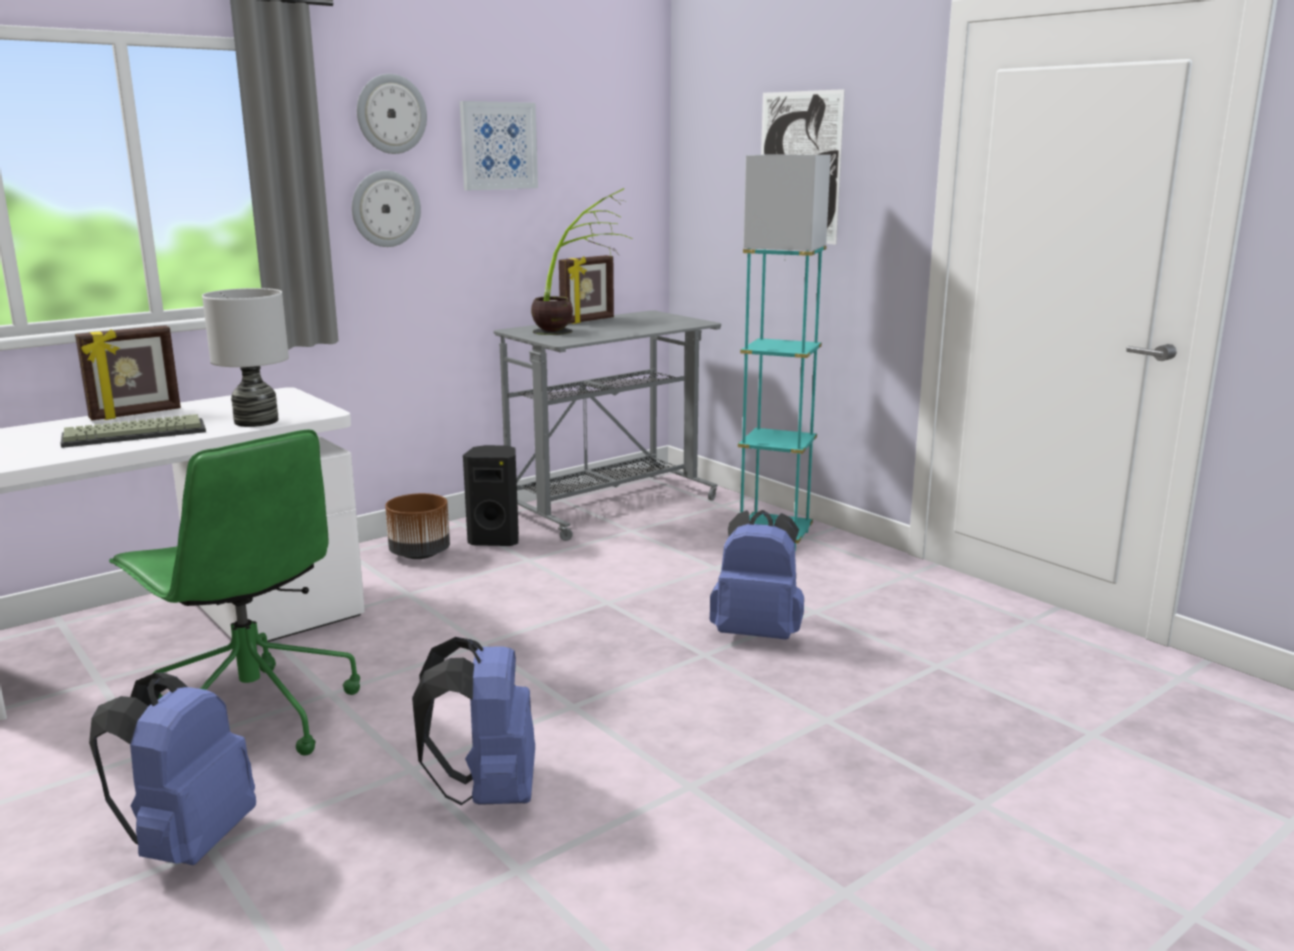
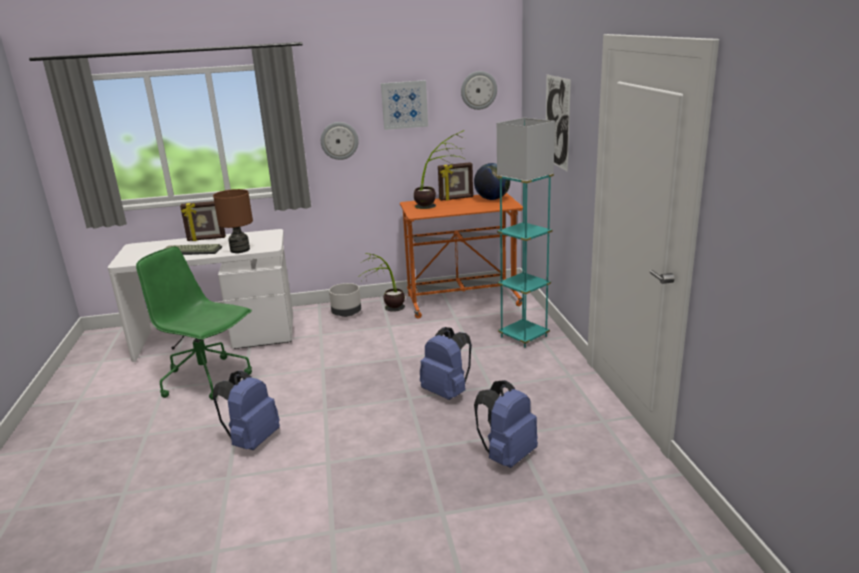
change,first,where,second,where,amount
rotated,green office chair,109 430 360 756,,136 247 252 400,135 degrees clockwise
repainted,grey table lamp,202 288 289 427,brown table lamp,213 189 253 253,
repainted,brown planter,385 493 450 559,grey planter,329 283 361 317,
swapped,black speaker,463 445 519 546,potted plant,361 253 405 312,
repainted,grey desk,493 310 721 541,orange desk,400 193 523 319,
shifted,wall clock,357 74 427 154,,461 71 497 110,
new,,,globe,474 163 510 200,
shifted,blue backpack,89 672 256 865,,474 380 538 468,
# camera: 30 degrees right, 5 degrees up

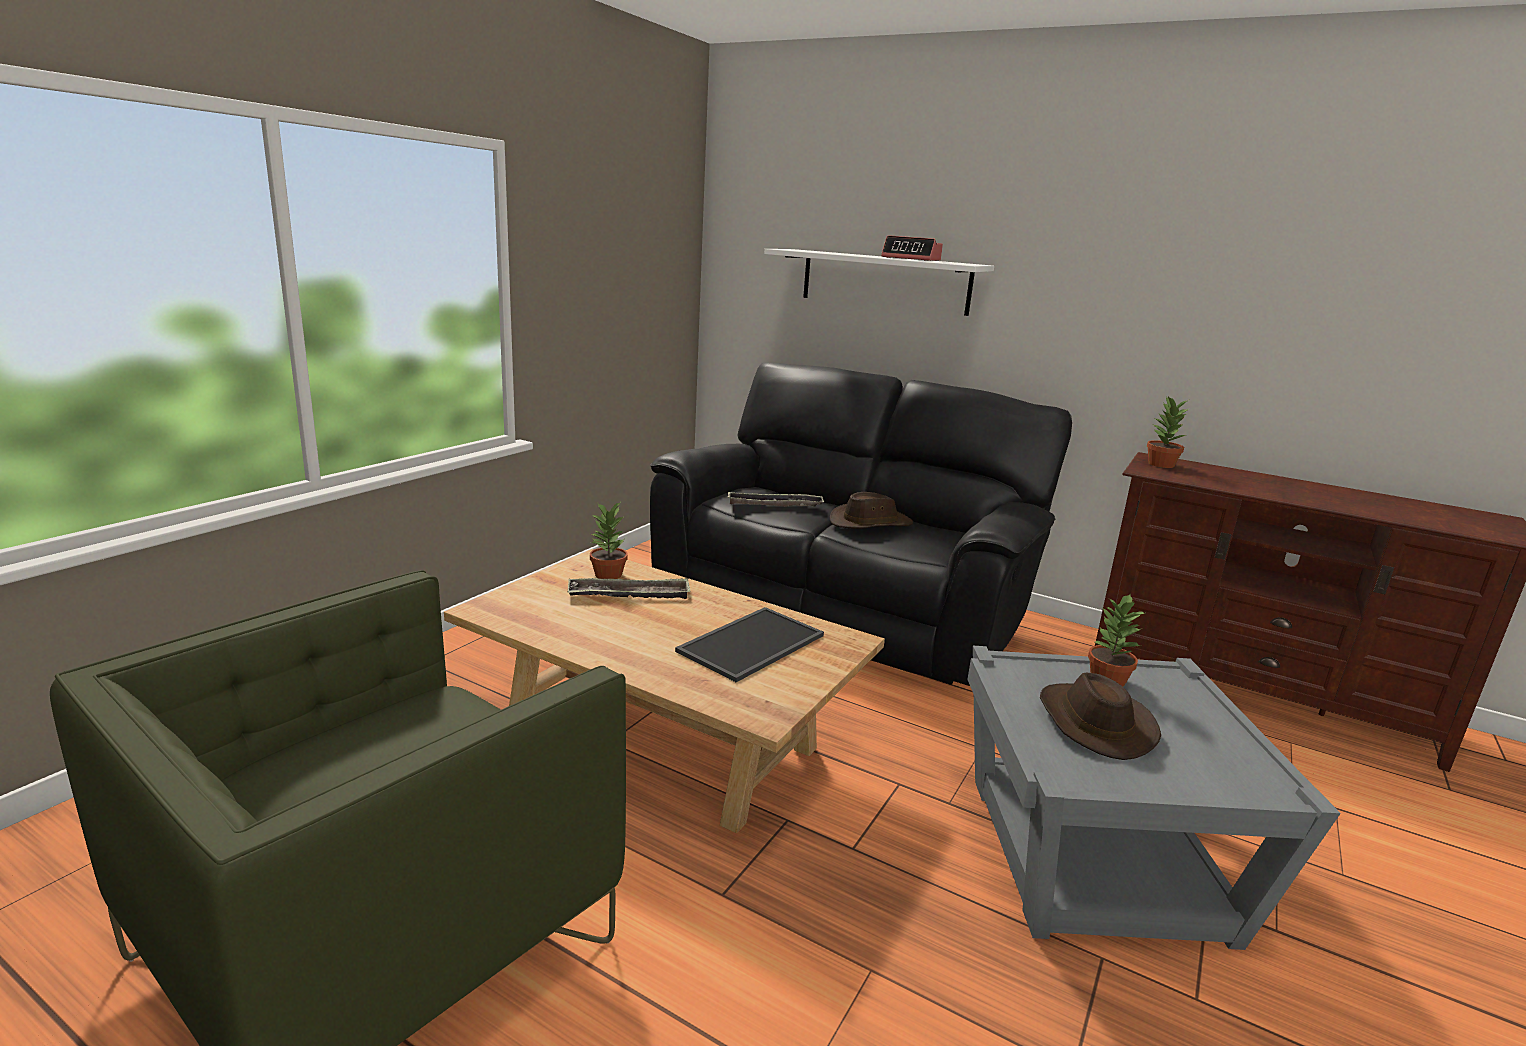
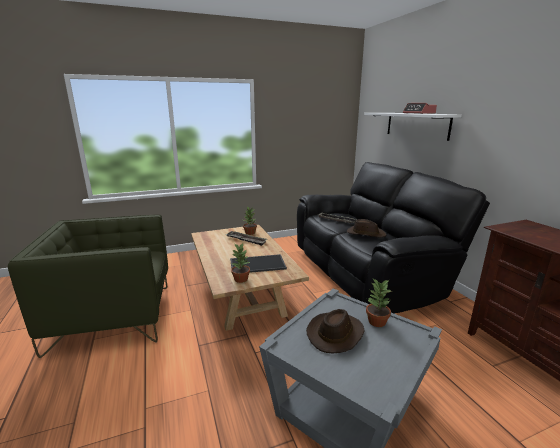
change,first,where,second,where,amount
shifted,potted plant,1147 396 1188 468,,231 243 250 283,
# camera: 40 degrees right, 0 degrees up

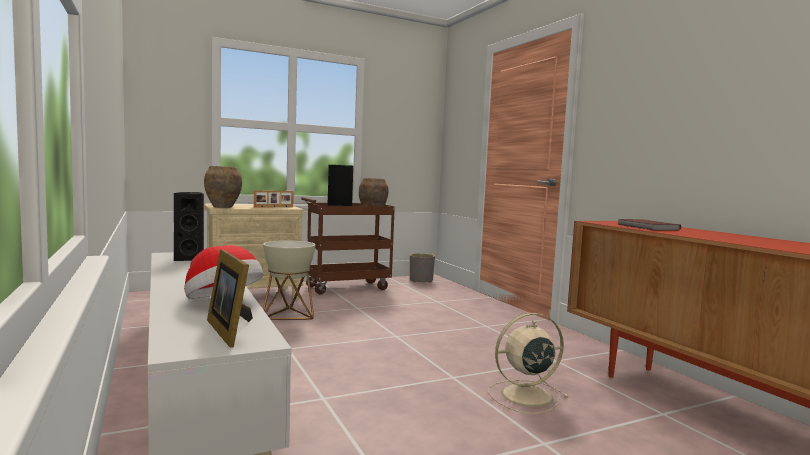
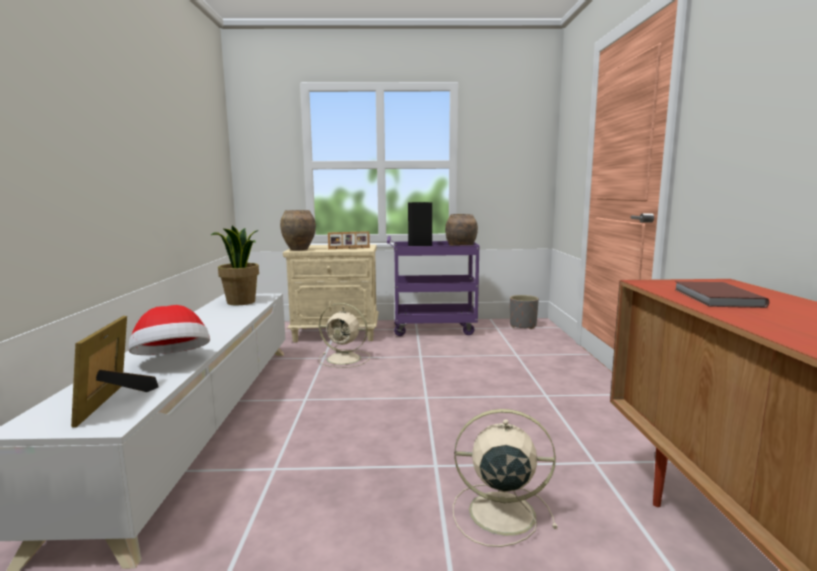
change,first,where,second,where,amount
swapped,black speaker,174 192 204 261,potted plant,211 225 259 305,
swapped,planter,263 240 315 320,beige fan,319 303 370 368,
repainted,brown cart,301 197 395 294,purple cart,387 236 480 336,
# camera: 25 degrees right, 5 degrees up

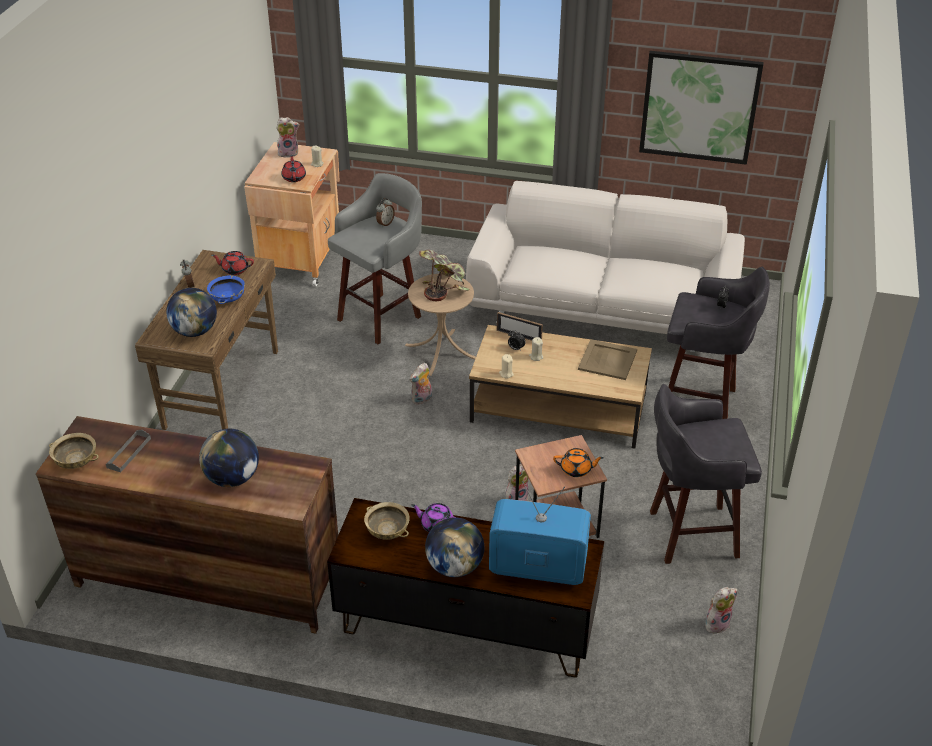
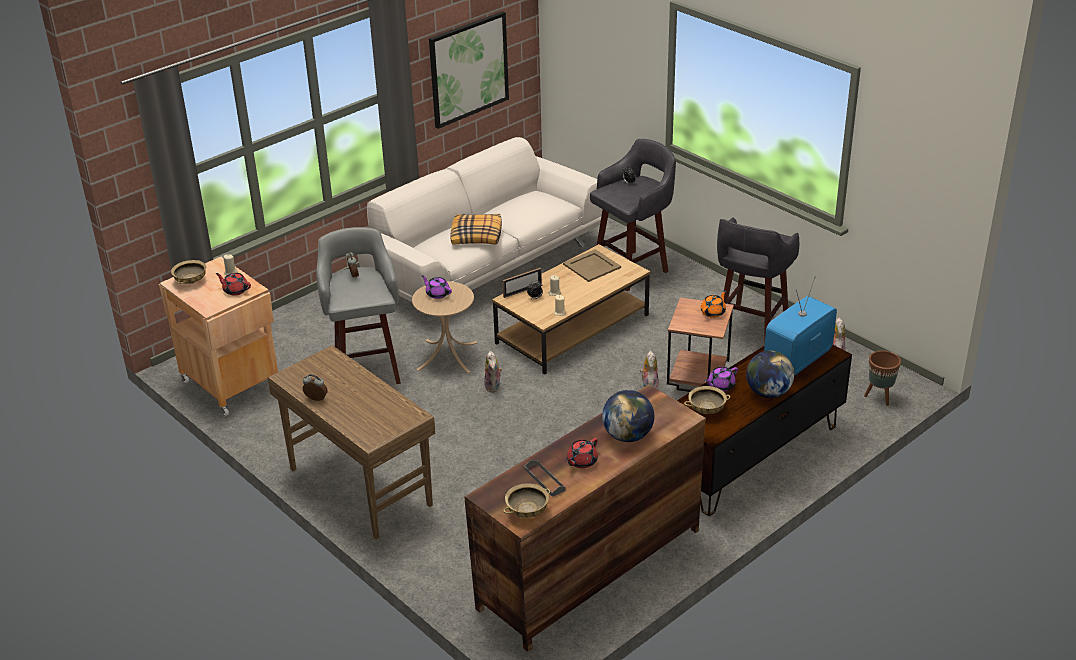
change,first,where,second,where,amount
swapped,plush toy,276 117 300 158,beige bowl,171 260 206 284,
swapped,potted plant,419 249 470 301,purple teapot,421 275 452 299,
new,,,pillow,450 214 502 245,
shifted,red teapot,212 251 254 275,,565 438 598 468,
new,,,brown planter,864 351 901 406,
gone,globe,166 288 217 337,,,
gone,blue bowl,207 275 245 304,,,
# camera: 55 degrees left, 5 degrees down

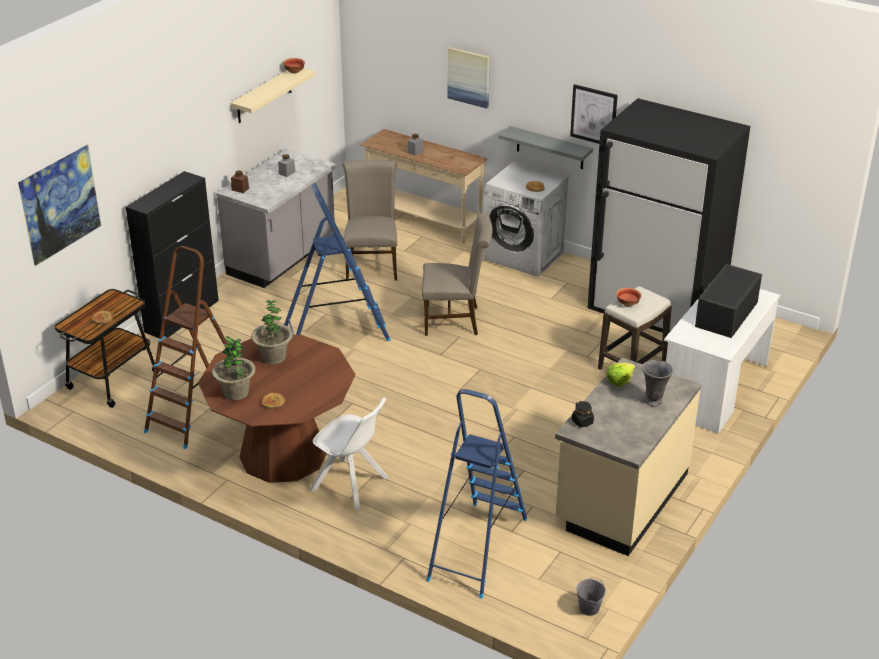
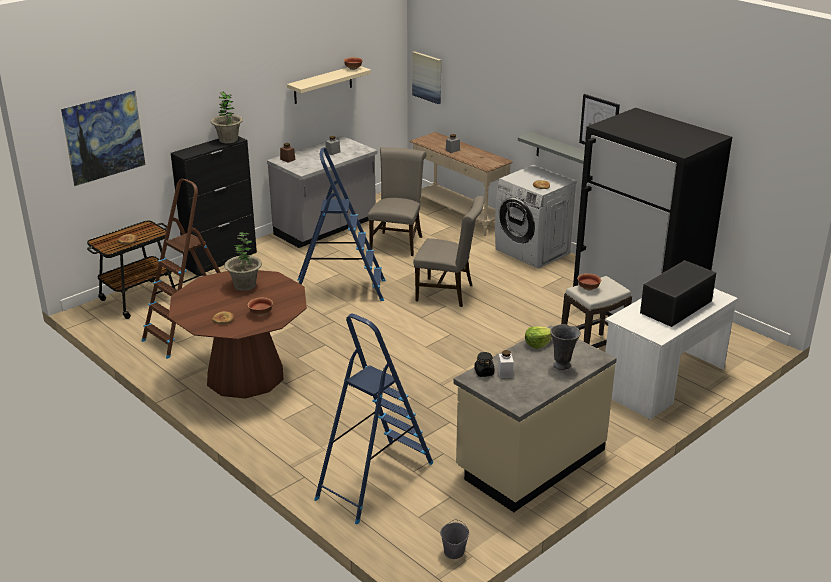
change,first,where,second,where,amount
shifted,potted plant,212 336 256 400,,211 92 243 143,
new,,,bowl,248 297 273 316,
shifted,picture,448 47 490 108,,412 51 441 104,
new,,,white jar,497 350 514 378,
gone,white chair,309 397 389 510,,,
# camera: 15 degrees right, 5 degrees down

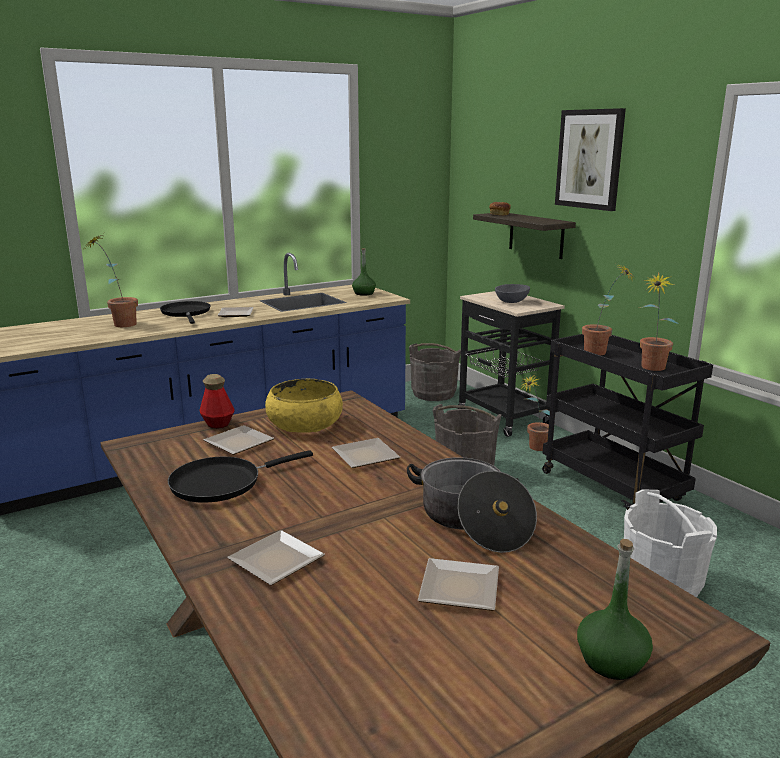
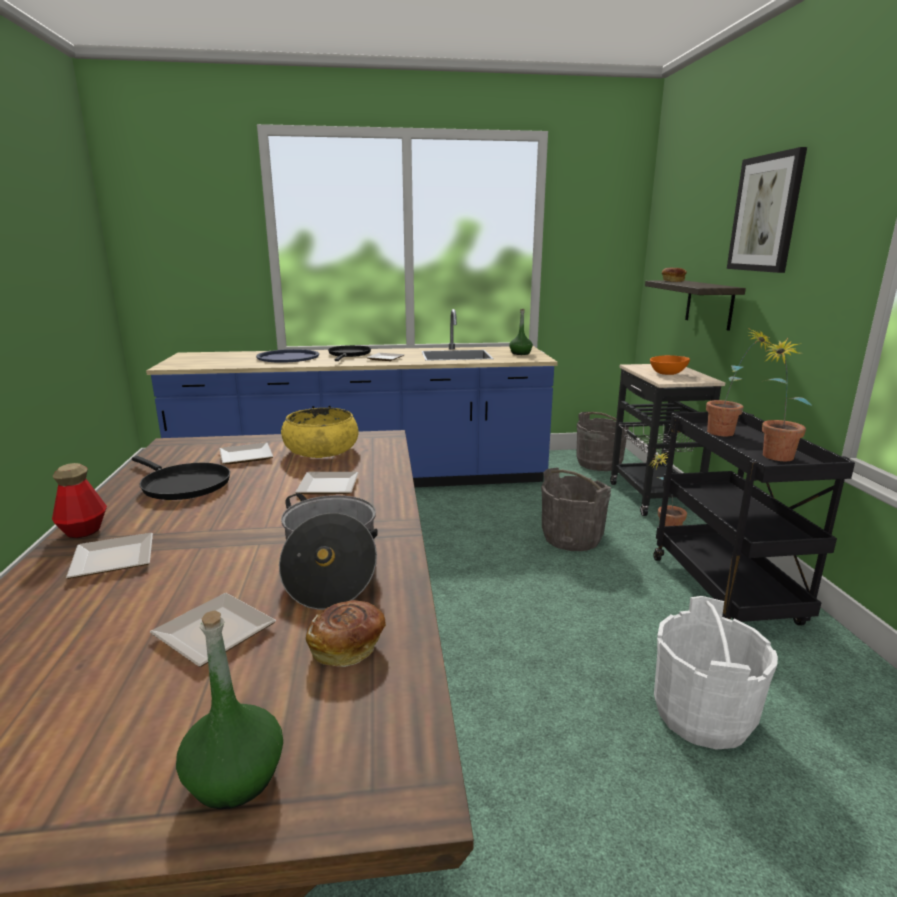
change,first,where,second,where,amount
shifted,bottle,199 374 235 429,,52 463 107 538,
rotated,black frying pan,168 450 313 503,,132 456 230 500,135 degrees counterclockwise
swapped,potted plant,86 235 138 327,blue tray,256 349 319 363,
new,,,bread,306 600 386 667,
repainted,grey bowl,495 284 530 303,orange bowl,650 355 690 375,
# camera: 25 degrees right, 0 degrees up

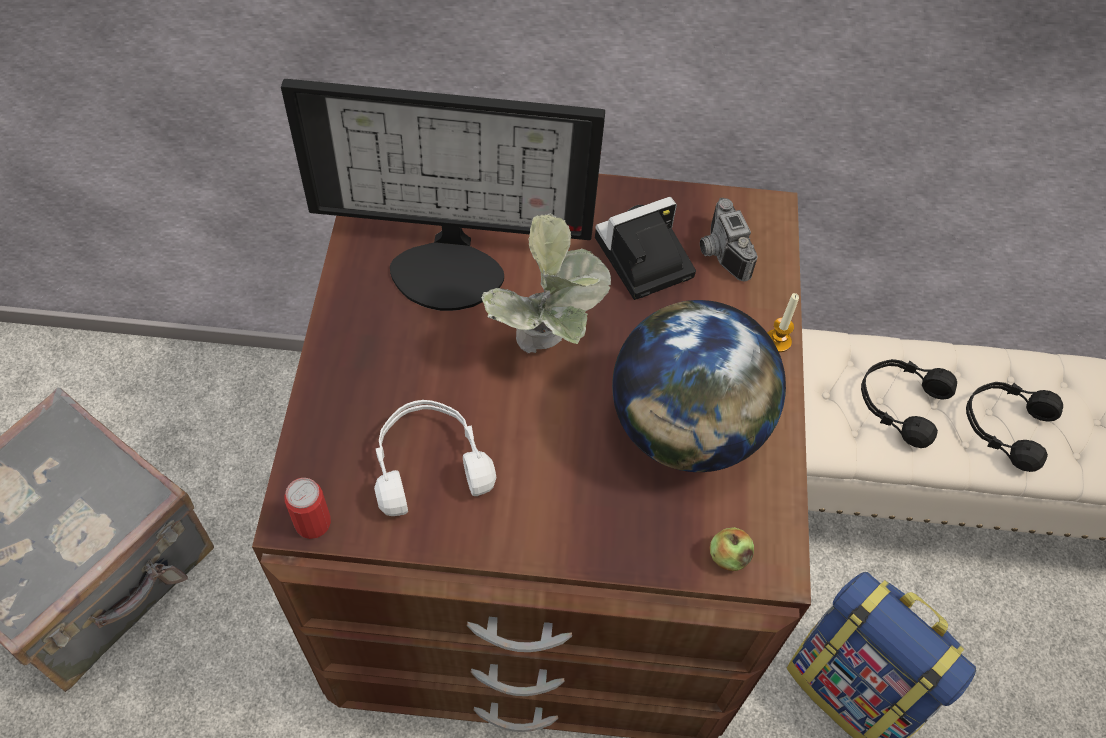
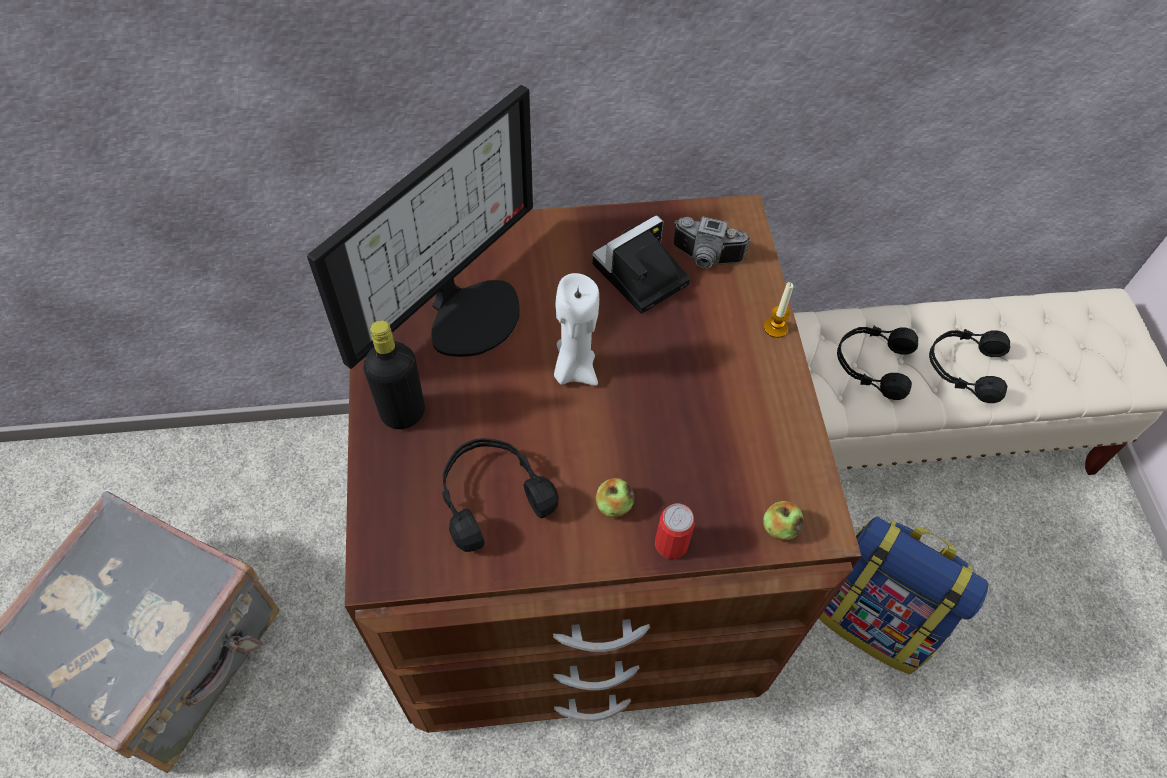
change,first,where,second,where,amount
rotated,monitor,281 79 605 311,,307 85 533 369,45 degrees counterclockwise
new,,,black bottle,363 320 425 429,
repainted,white headphones,374 400 496 516,black headphones,442 438 559 552,
swapped,potted plant,481 214 611 353,white candle,554 273 599 386,
new,,,apple,596 478 635 518,
shifted,can,284 478 331 539,,655 503 695 559,
rotated,photo camera,700 198 757 281,,673 216 751 268,45 degrees counterclockwise
gone,globe,612 300 786 472,,,
# camera: 10 degrees left, 0 degrees up

